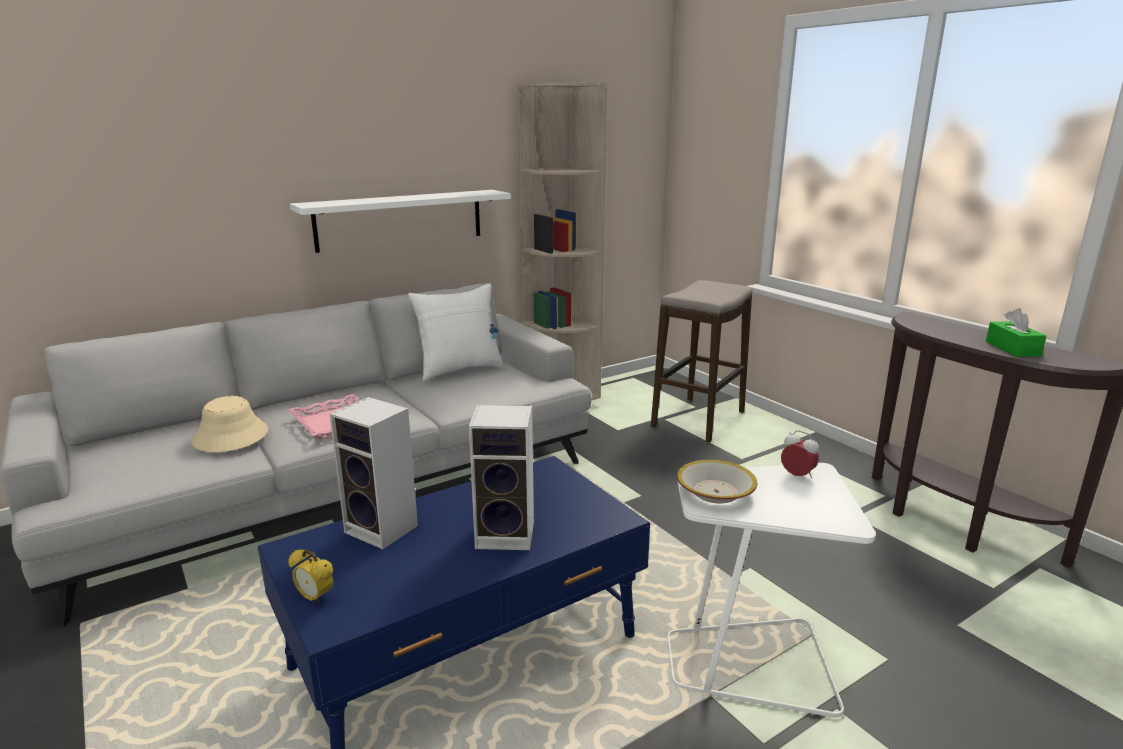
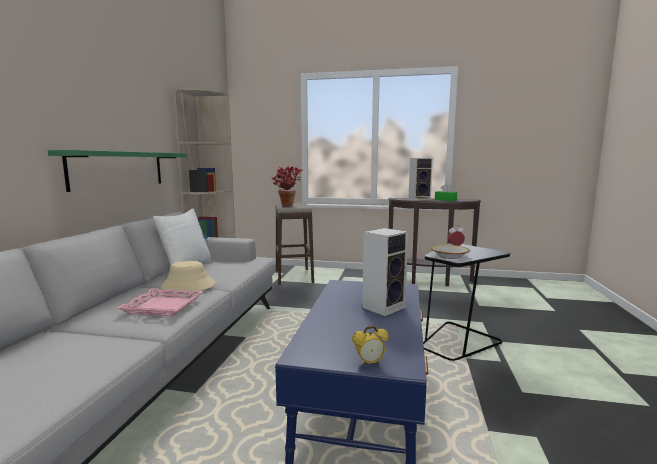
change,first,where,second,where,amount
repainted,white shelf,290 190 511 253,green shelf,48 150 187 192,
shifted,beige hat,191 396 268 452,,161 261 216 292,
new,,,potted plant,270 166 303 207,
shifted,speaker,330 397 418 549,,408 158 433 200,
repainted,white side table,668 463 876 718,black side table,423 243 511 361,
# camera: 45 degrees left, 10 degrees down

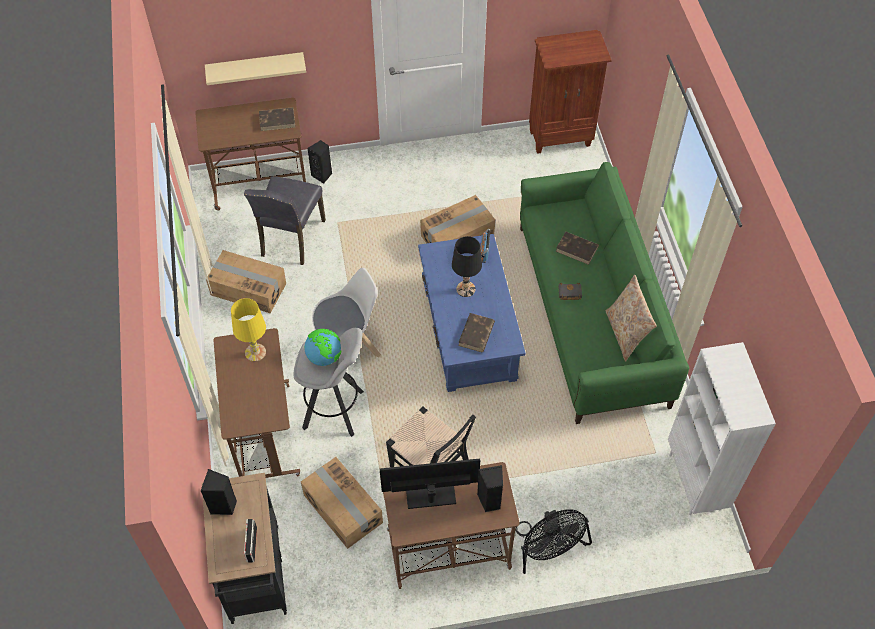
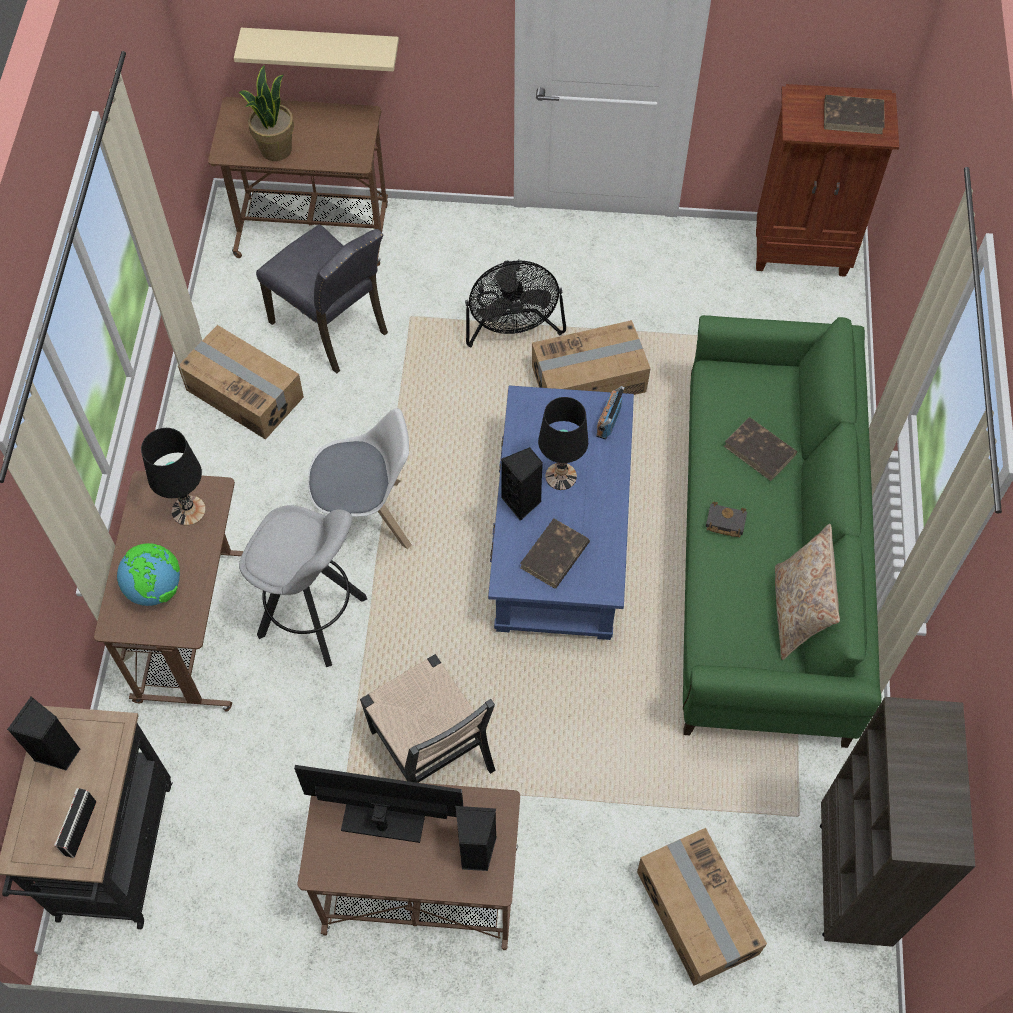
change,first,where,second,where,amount
shifted,globe,304 329 342 366,,117 543 180 606,
repainted,yellow table lamp,231 298 266 362,black table lamp,141 428 206 526,
new,,,potted plant,239 66 294 161,
rotated,grey chair,244 176 326 265,,256 224 388 374,75 degrees counterclockwise
shifted,black fan,515 509 592 574,,465 260 566 348,
shifted,black speaker,307 140 332 184,,502 447 543 521,
shifted,cardboard box,301 457 383 549,,637 828 767 986,
repainted,white bookcase,668 342 776 515,brown bookcase,820 697 975 947,
shifted,brown book,259 107 295 131,,824 95 885 134,
# camera: 15 degrees right, 5 degrees up

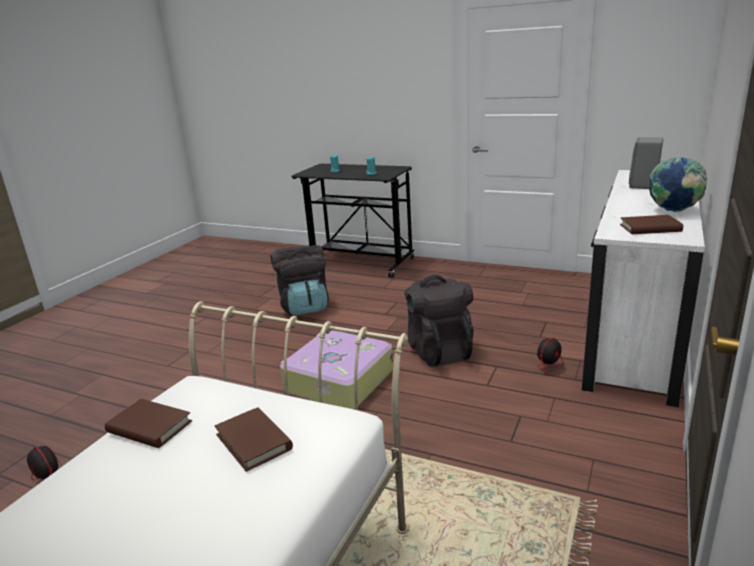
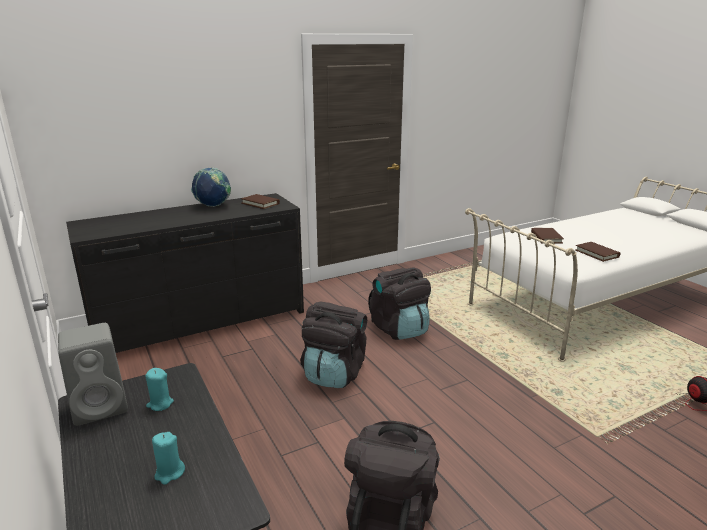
change,first,where,second,where,amount
shifted,grey speaker,629 137 663 189,,58 323 128 426,
repainted,white dresser,582 170 705 407,black dresser,66 193 304 353,
new,,,black backpack,368 267 431 340,
gone,suitcase,280 330 393 409,,,
gone,fan,509 338 564 375,,,
# camera: 145 degrees left, 0 degrees up

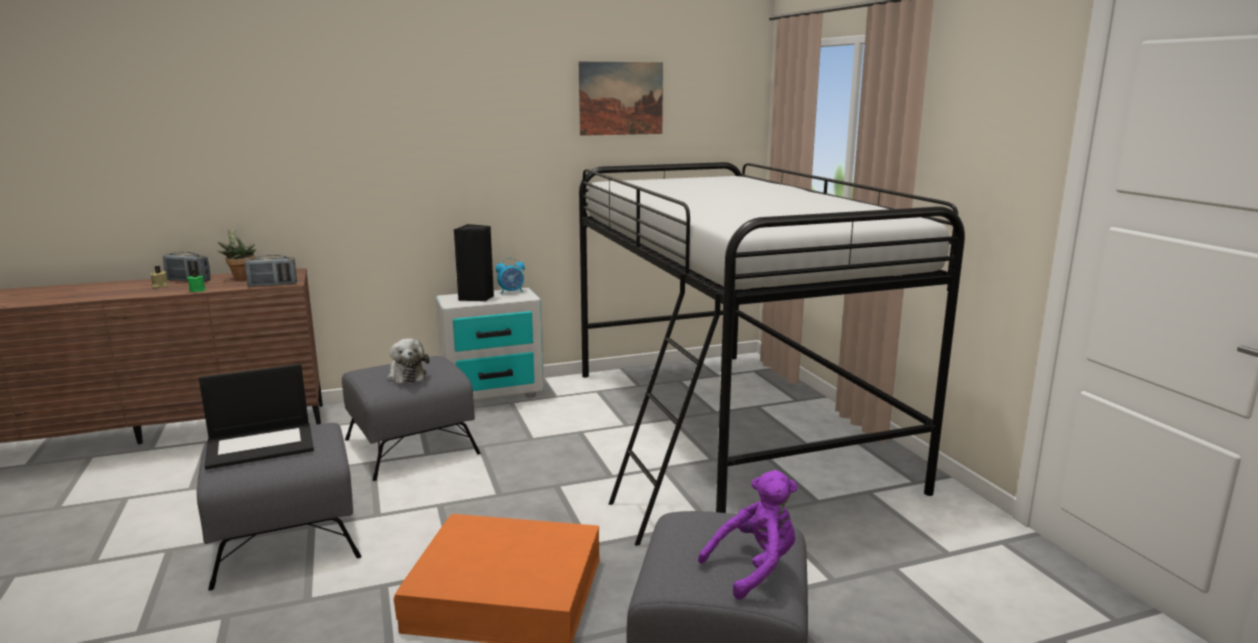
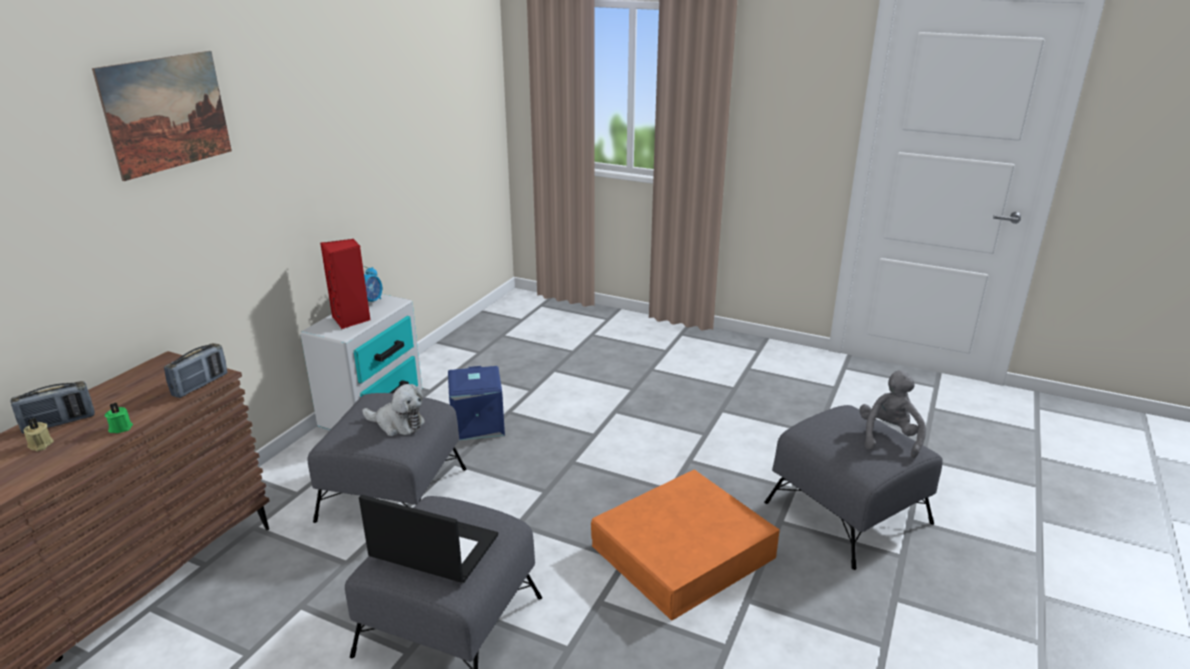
change,first,where,second,where,amount
shifted,picture,579 61 663 136,,92 51 232 181,
repainted,black speaker,454 224 494 301,red speaker,320 239 371 329,
rotated,laptop,199 364 314 470,,359 495 498 583,90 degrees counterclockwise
new,,,blue storage box,448 366 505 440,
repainted,purple plush toy,698 470 798 599,grey plush toy,859 370 926 458,
gone,potted plant,218 225 256 280,,,
gone,black bed,579 162 965 546,,,
# camera: 45 degrees left, 10 degrees up

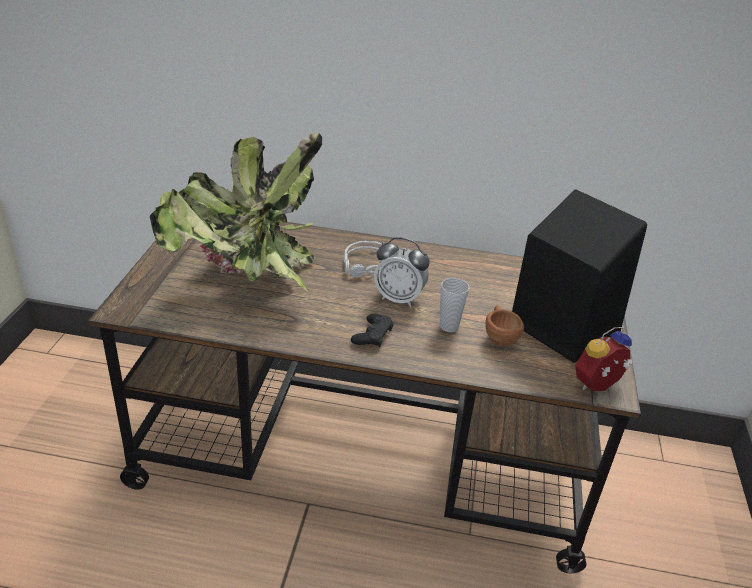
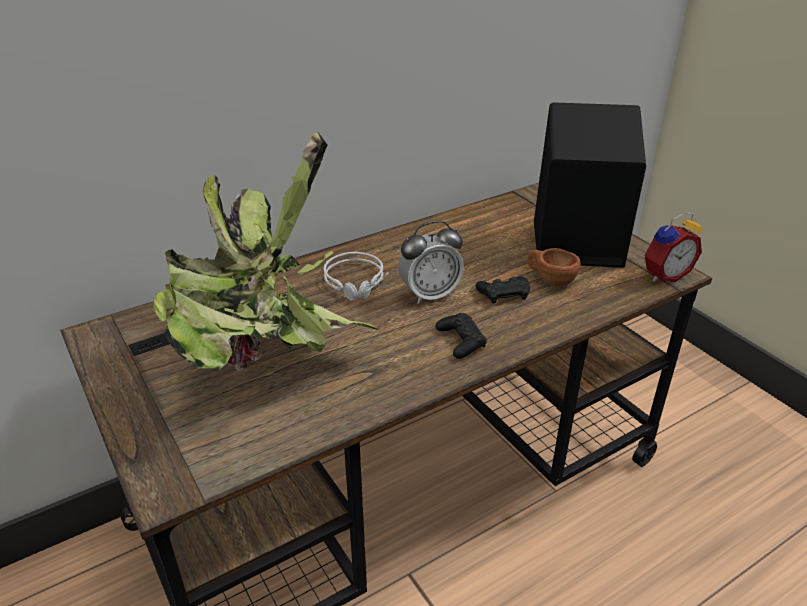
change,first,where,second,where,amount
swapped,cup,439 278 470 332,black game controller,475 276 530 304,
rotated,alarm clock,575 327 633 391,,644 212 702 282,135 degrees counterclockwise
# camera: 40 degrees left, 0 degrees up

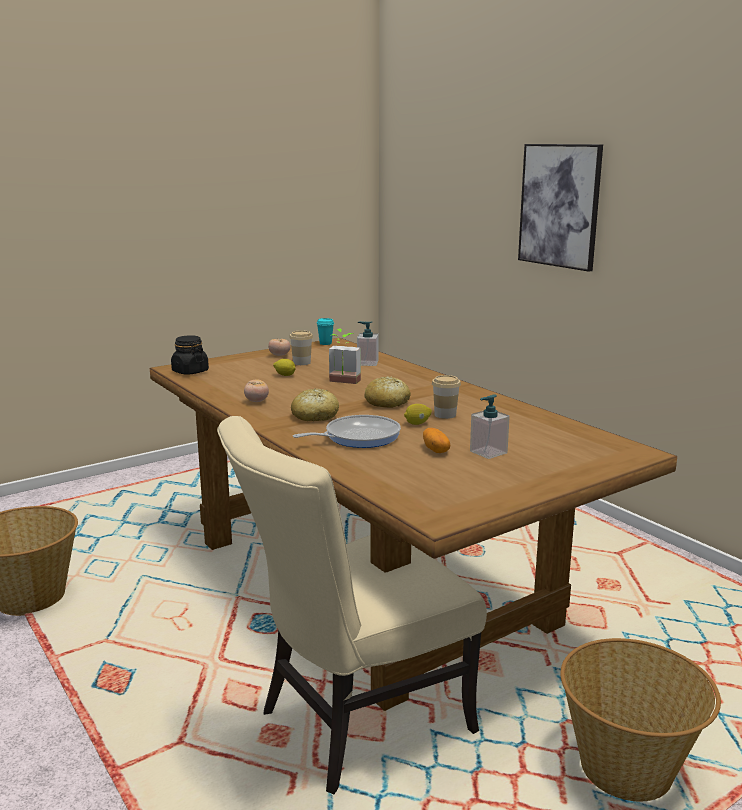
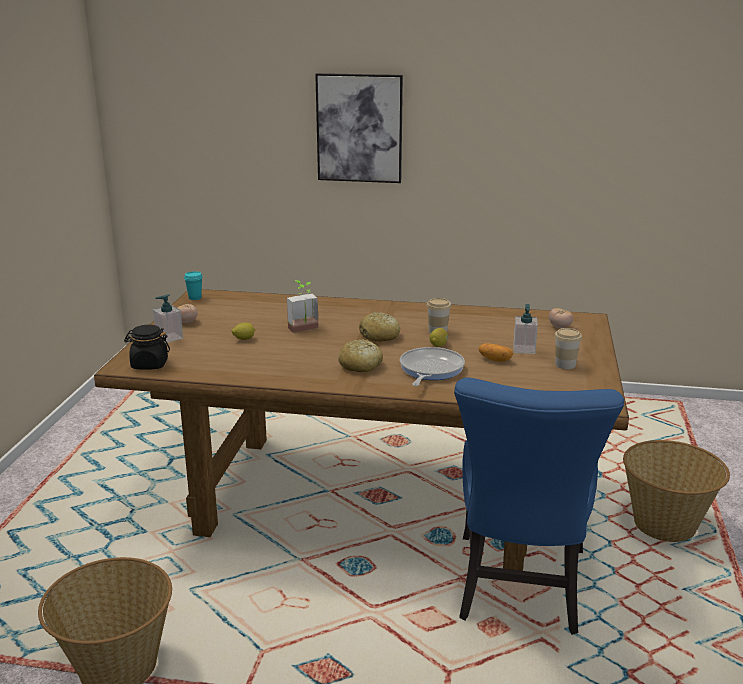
change,first,where,second,where,amount
shifted,soap dispenser,357 321 379 366,,153 294 183 343,
repainted,beige chair,217 416 487 794,blue chair,454 377 624 635,
shifted,tomato,244 379 269 402,,549 308 573 328,
shifted,cup,289 331 313 365,,554 328 582 369,
# camera: 45 degrees left, 5 degrees up

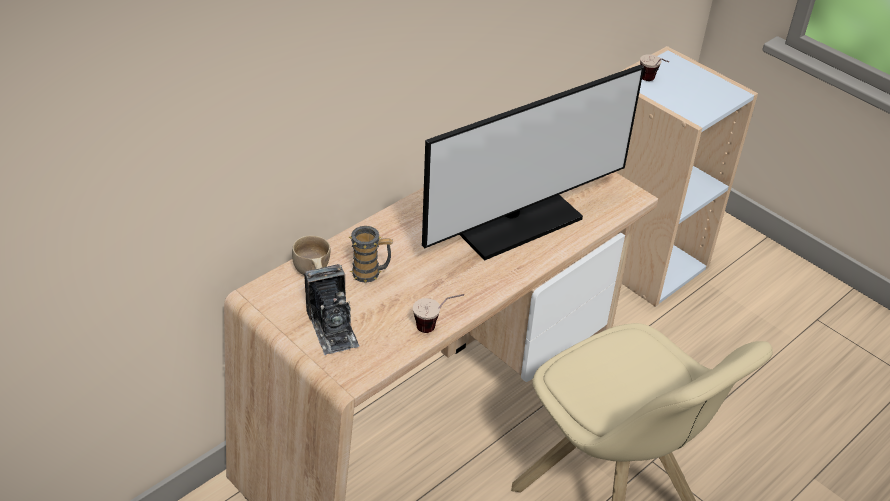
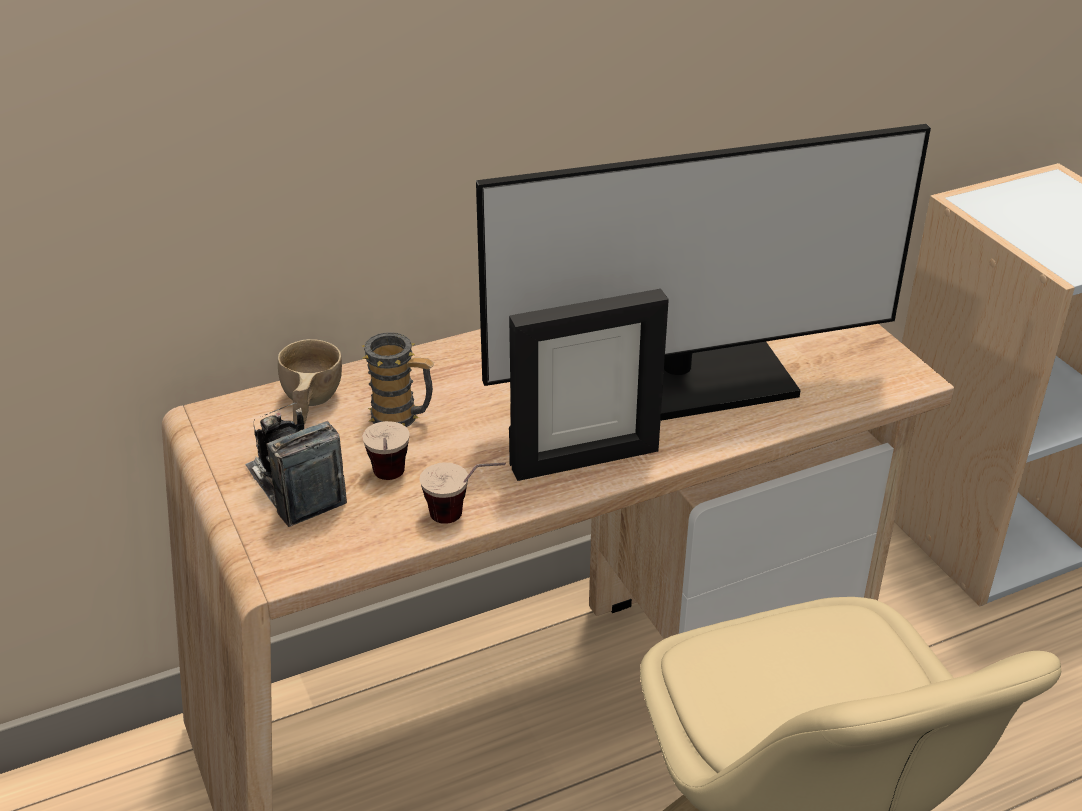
change,first,where,second,where,amount
rotated,photo camera,304 264 359 355,,245 403 347 527,150 degrees clockwise
shifted,cup,640 54 669 81,,362 421 410 480,
new,,,picture frame,509 289 669 481,
# camera: 20 degrees right, 5 degrees down

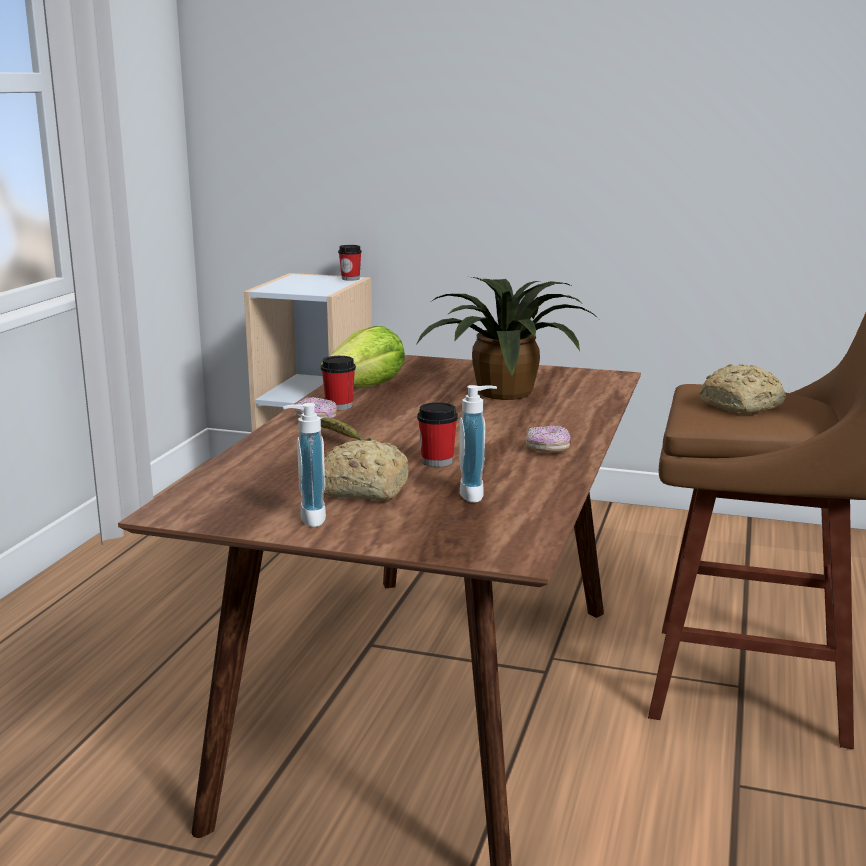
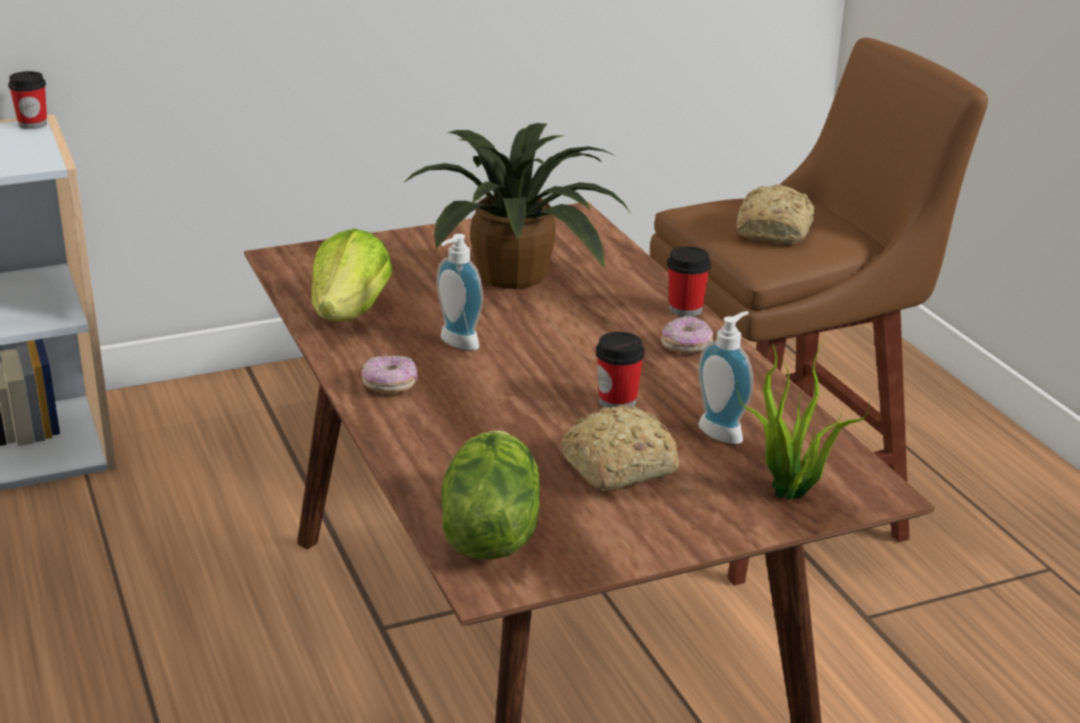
change,first,where,second,where,amount
shifted,soap dispenser,283 403 326 527,,436 234 483 350,
new,,,lettuce,441 430 540 560,
shifted,cup,321 356 356 410,,667 246 711 316,
new,,,potted plant,737 340 871 500,
gone,banana,321 417 371 441,,,
# camera: 40 degrees left, 10 degrees up

